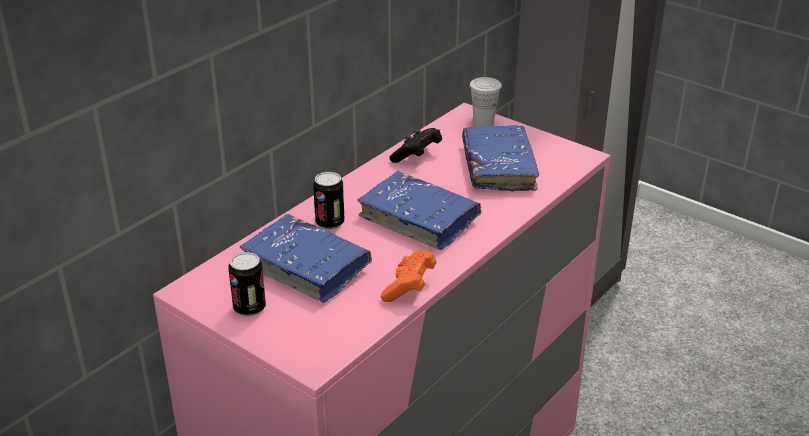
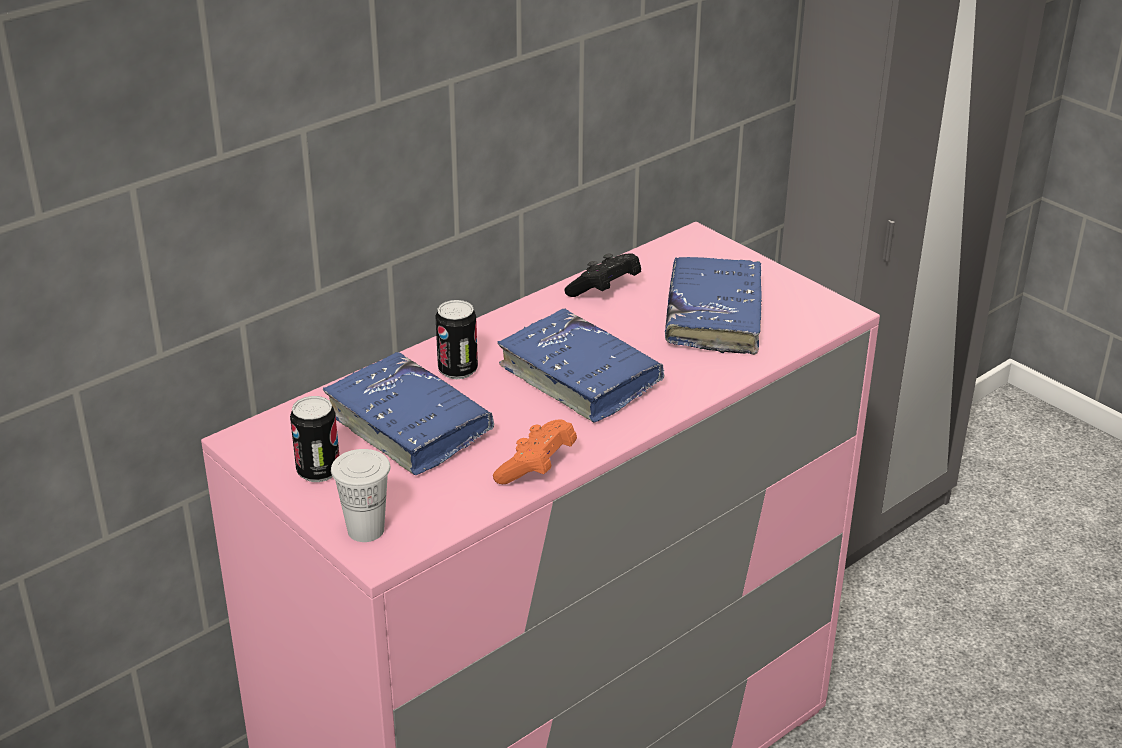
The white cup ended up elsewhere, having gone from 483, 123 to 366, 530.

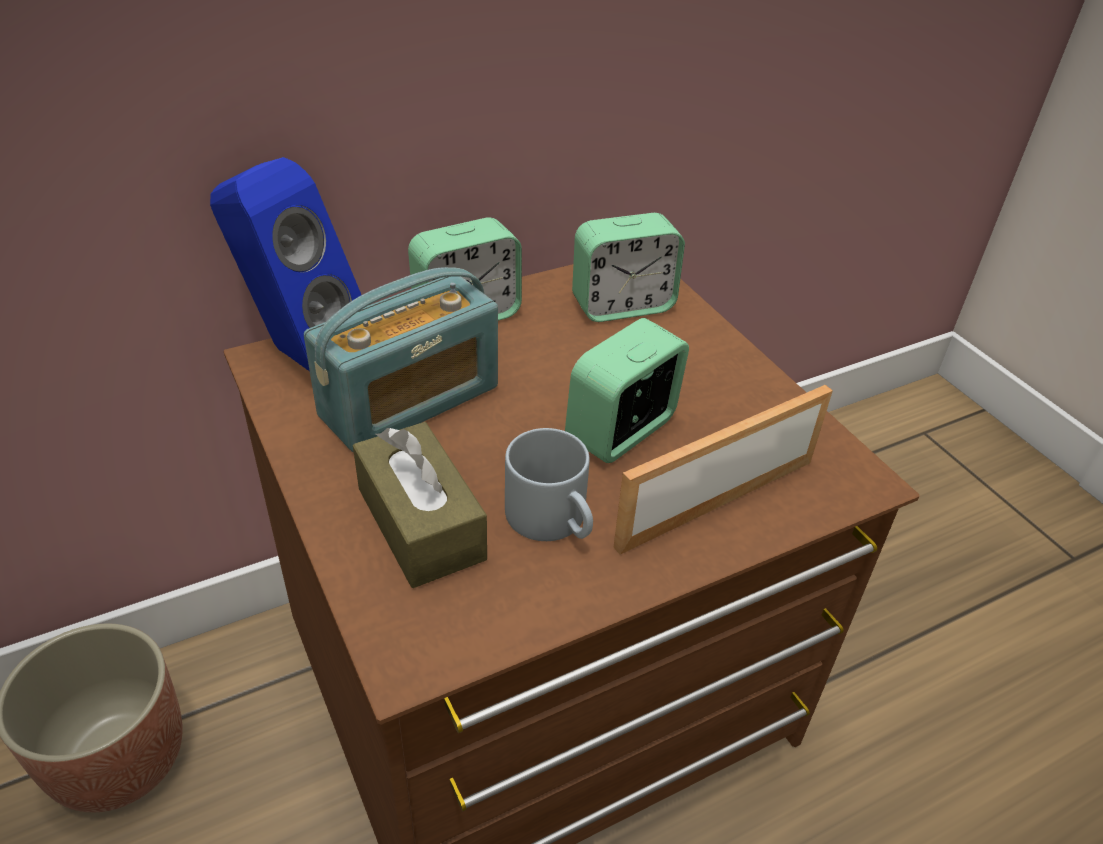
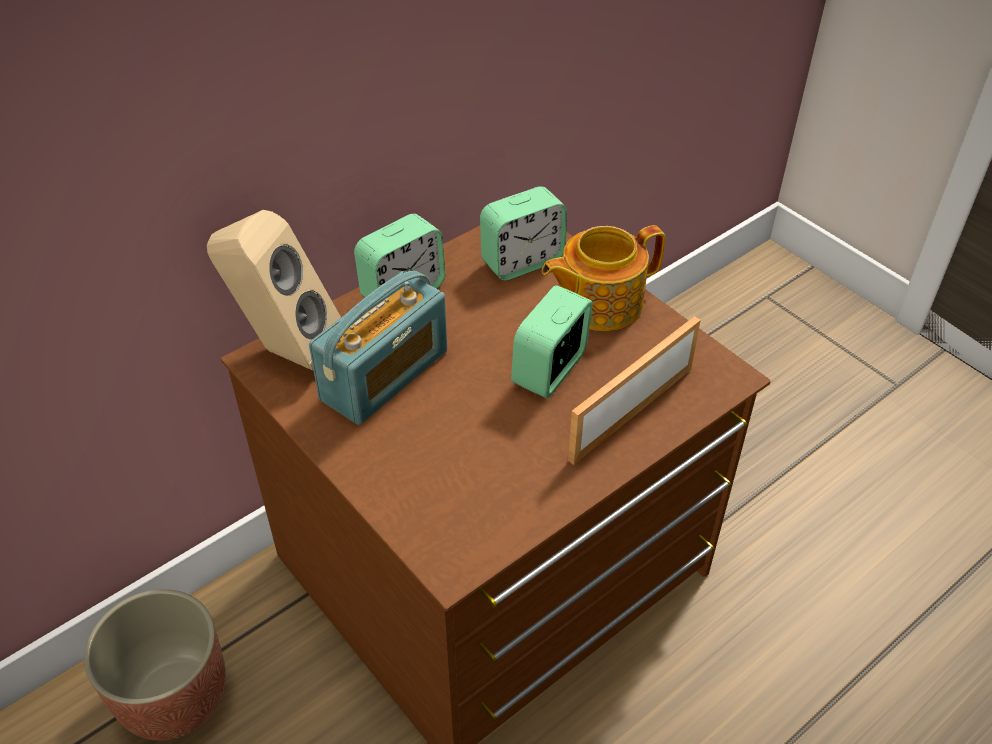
What was the bluish speaker at 300, 354 turned into the beige-coloured speaker at 284, 351. The second view lost the brown-coloured tissue box at 420, 523. The second view lost the greyish tea mug at 554, 520. The second view gained the tea pot at 598, 302.

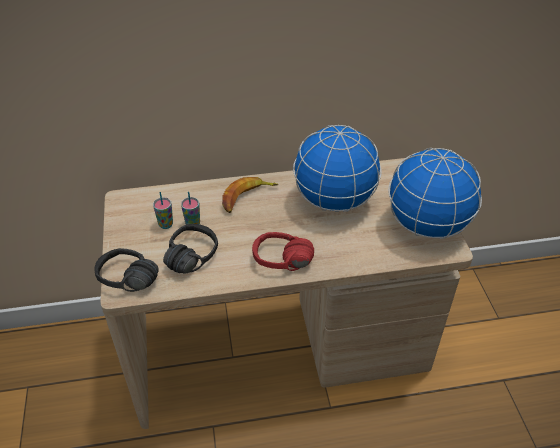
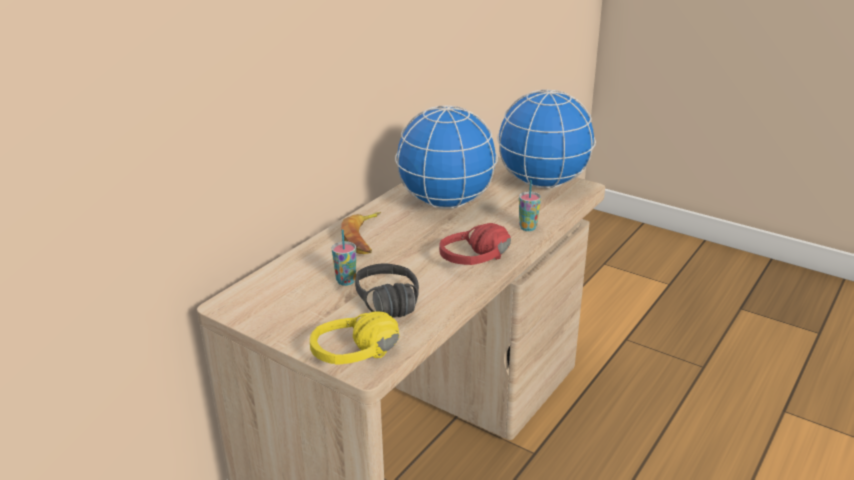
What was the blackish pair of headphones at 124, 285 turned into the yellow pair of headphones at 361, 361. The cup ended up elsewhere, having gone from 166, 224 to 528, 228.

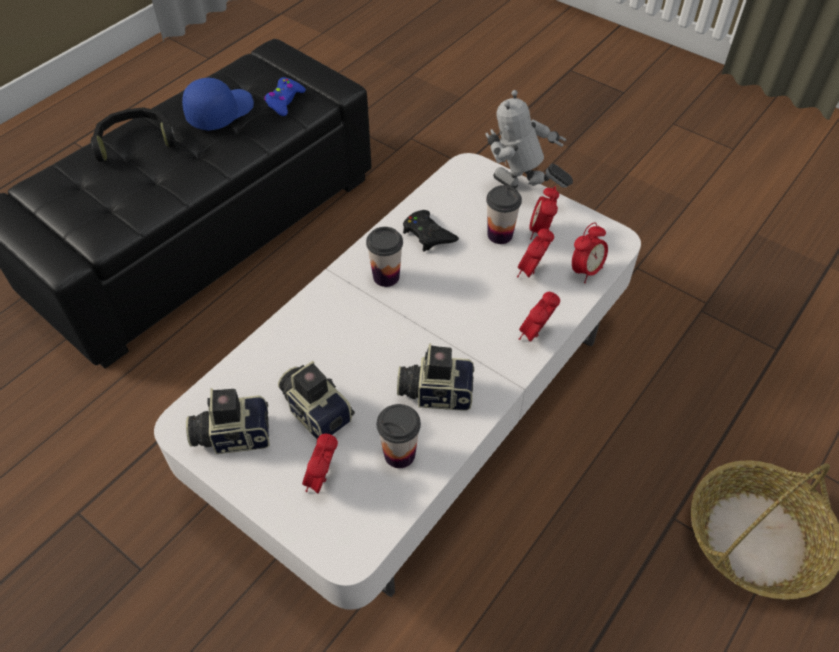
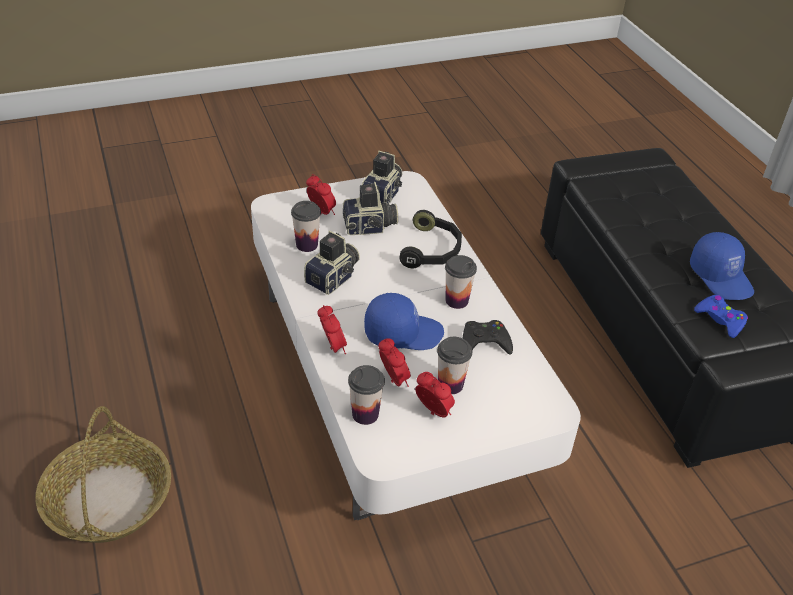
The blackish pair of headphones ended up elsewhere, having gone from 135, 141 to 432, 250. The second view lost the toy robot at 520, 194. Where the bedside clock stood at 586, 271, the cup came to stand at 365, 414. The second view gained the bluish baseball cap at 403, 332.

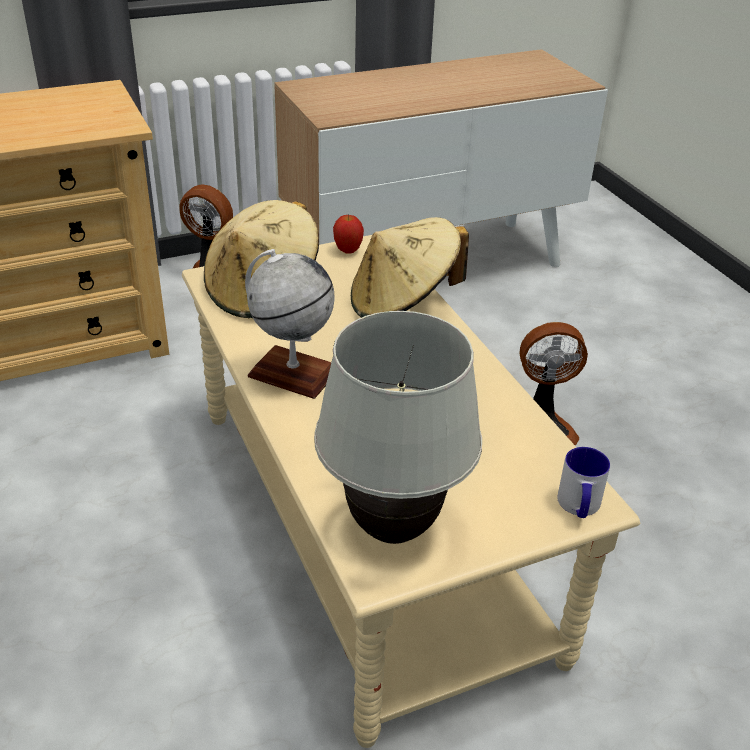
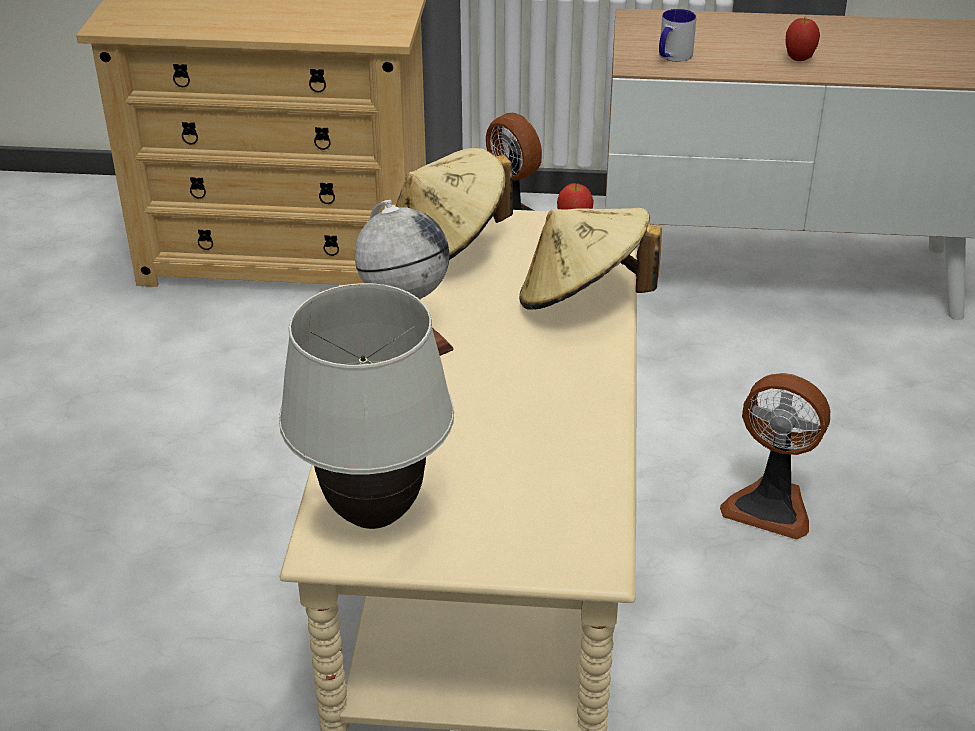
The tea mug ended up elsewhere, having gone from 579, 507 to 672, 57. The second view gained the apple fruit at 799, 59.

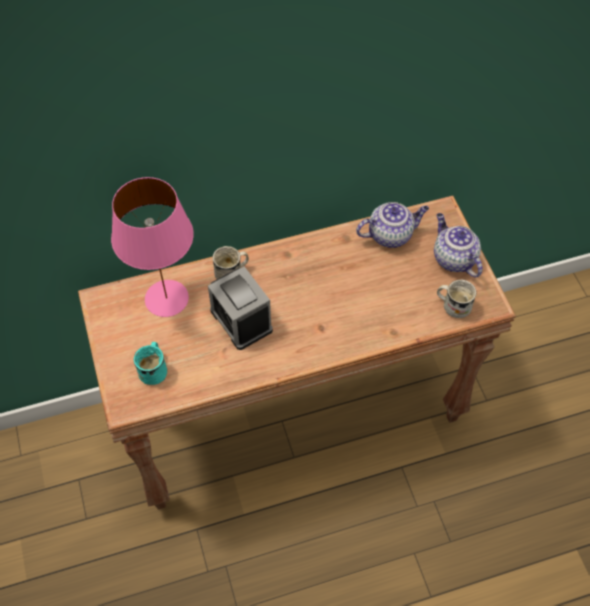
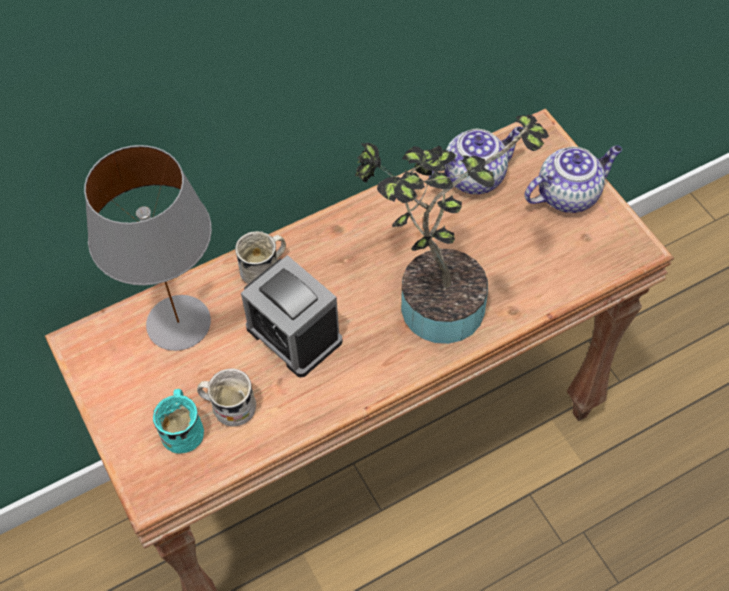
What was the pink-coloured tabletop lamp at 167, 298 turned into the greyish tabletop lamp at 179, 323. The tea pot at 453, 258 ended up facing another way, 105 degrees clockwise from before. The white tea mug ended up elsewhere, having gone from 452, 305 to 228, 406. The second view gained the potted plant at 433, 302.

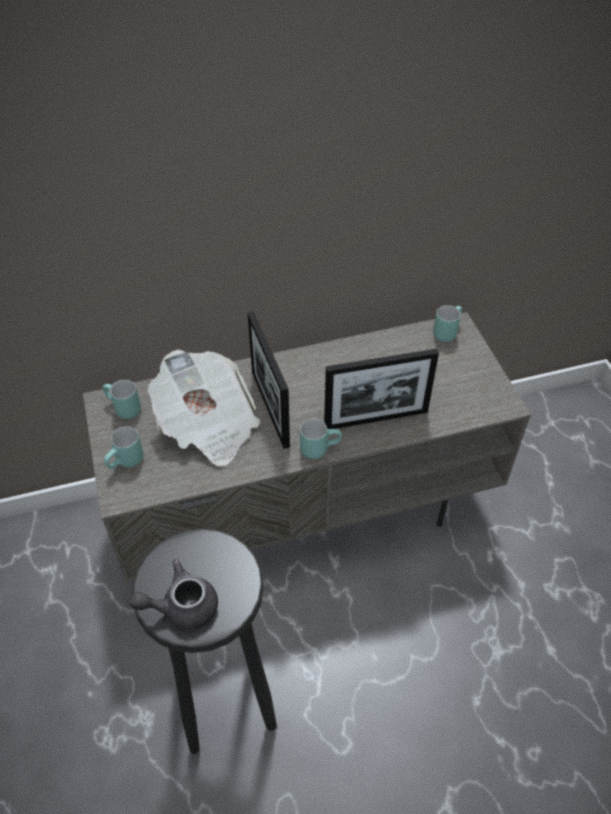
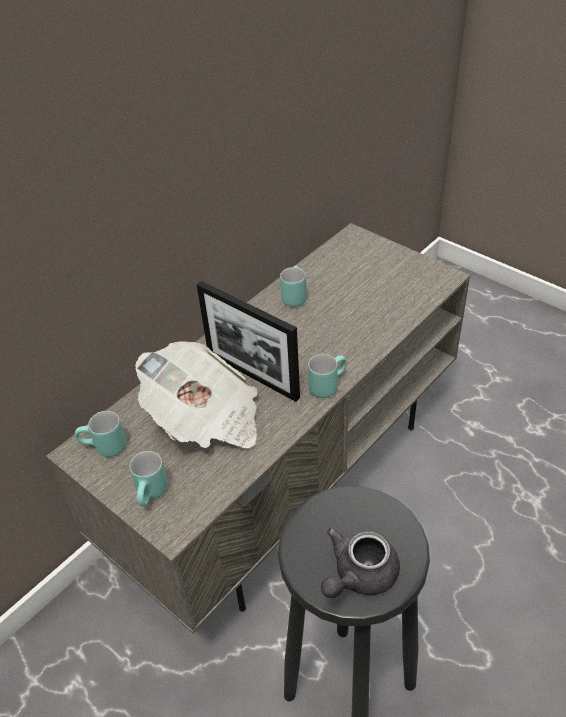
The second view lost the photo frame at 376, 419. The turquoise tea mug ended up elsewhere, having gone from 446, 331 to 293, 296.

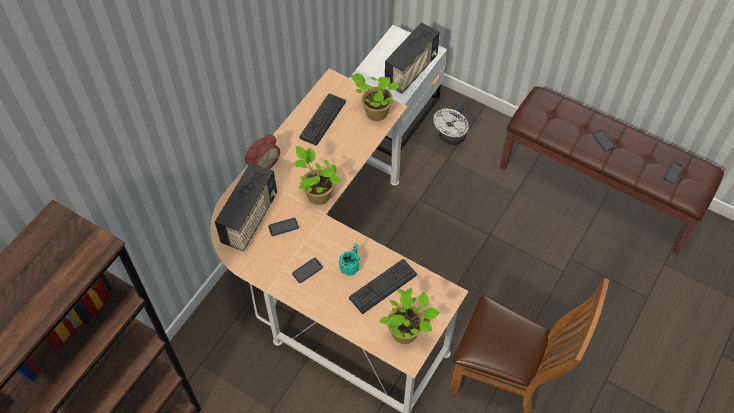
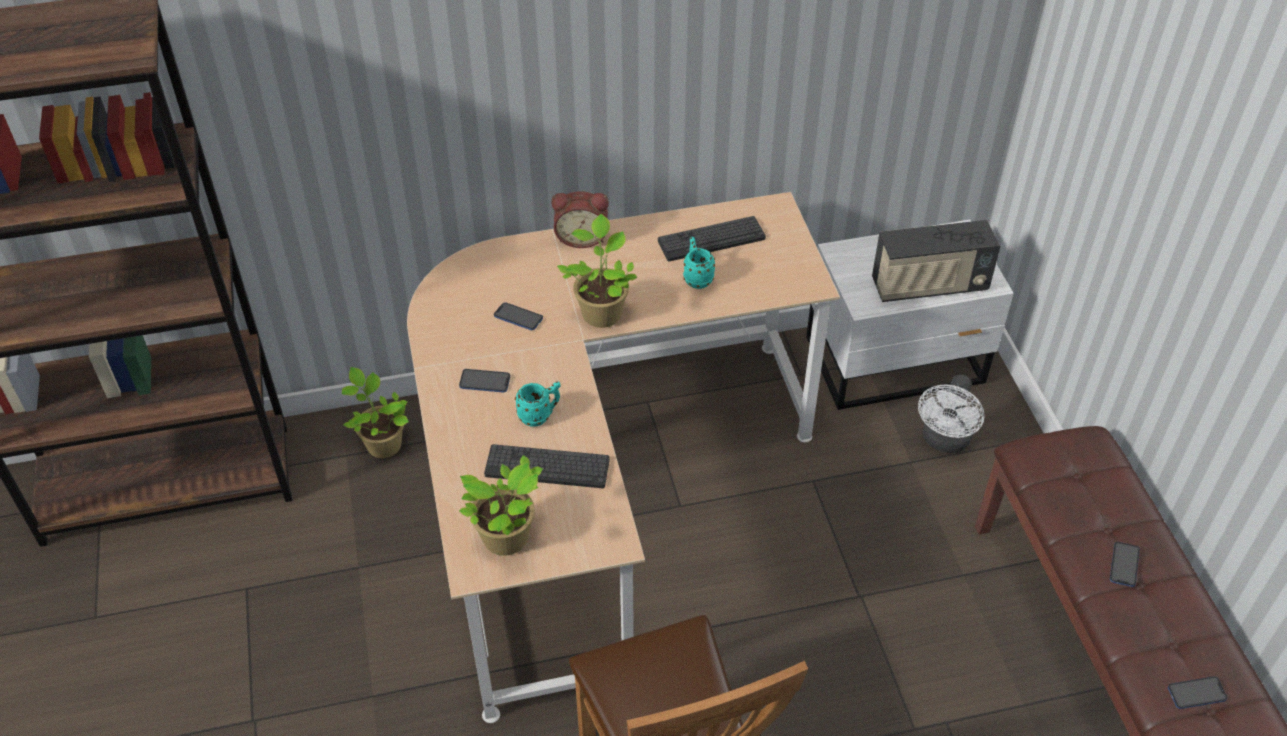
The second view lost the radio receiver at 250, 219. The potted plant ended up elsewhere, having gone from 374, 112 to 382, 443. The white electric fan at 451, 138 ended up facing another way, 45 degrees counterclockwise from before. The second view gained the turquoise tea mug at 696, 277.

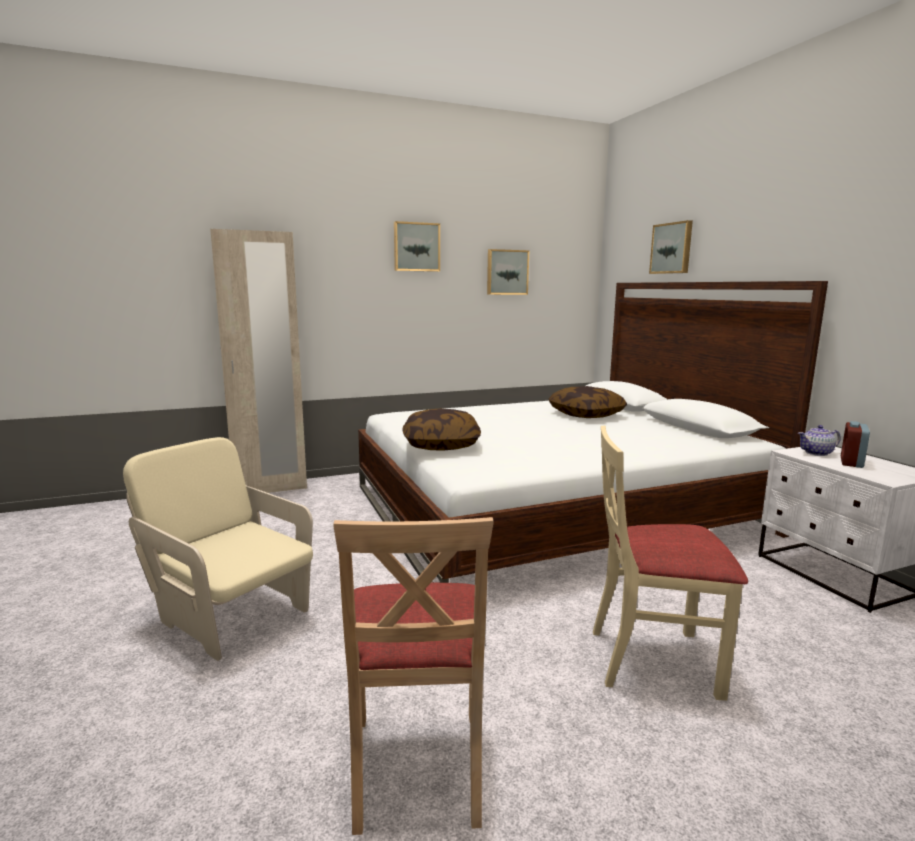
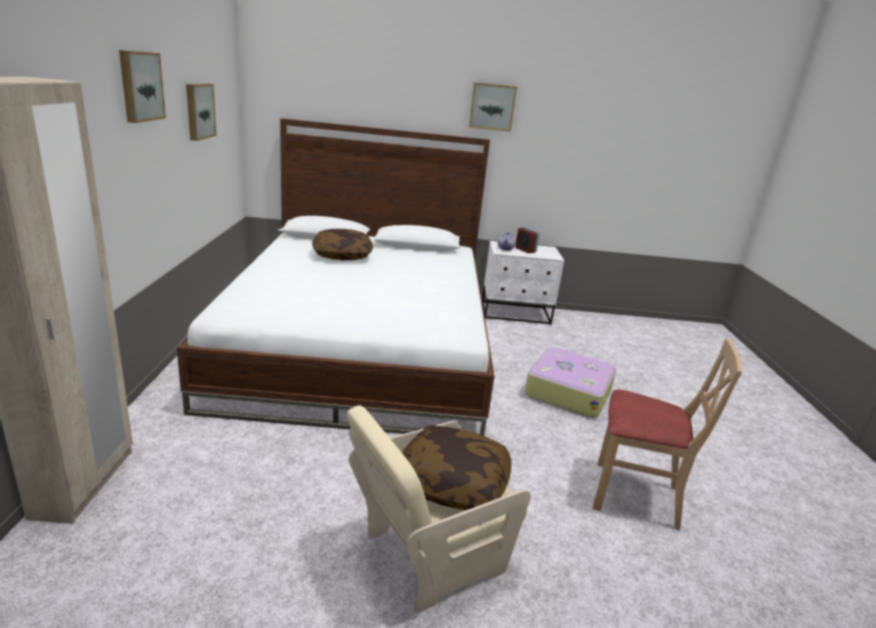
The pillow ended up elsewhere, having gone from 441, 445 to 452, 482. Where the beige-coloured chair stood at 653, 660, the piece of luggage came to stand at 568, 392. The wall art ended up elsewhere, having gone from 672, 248 to 492, 107.

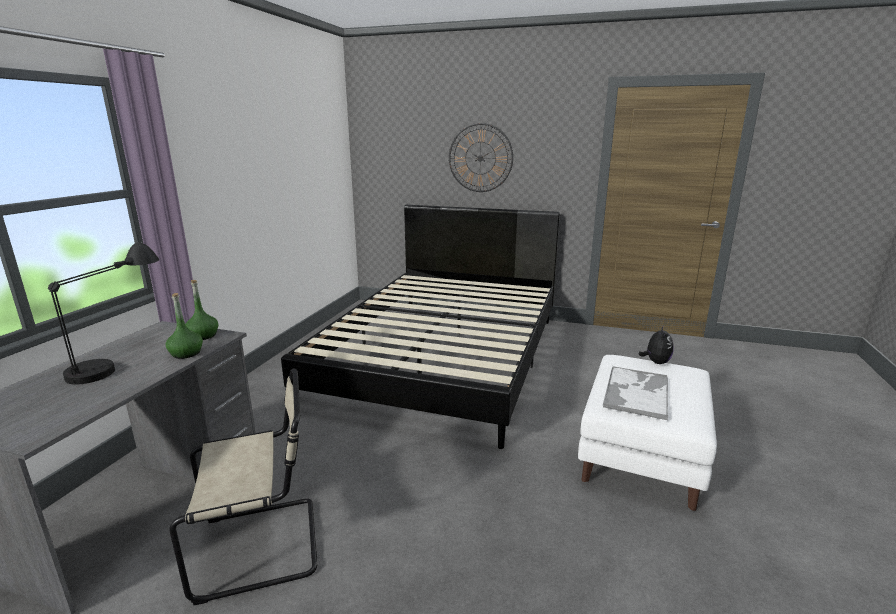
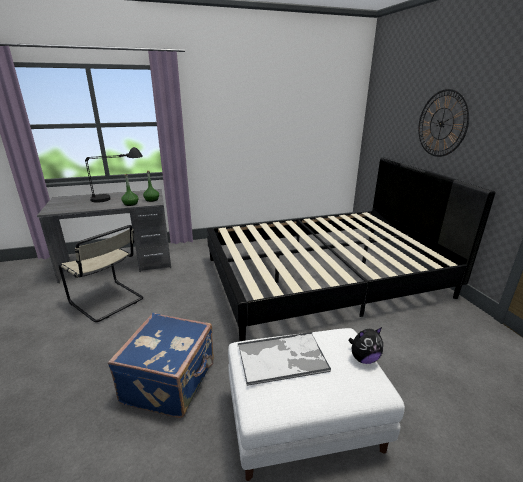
The second view gained the bluish piece of luggage at 171, 381.

